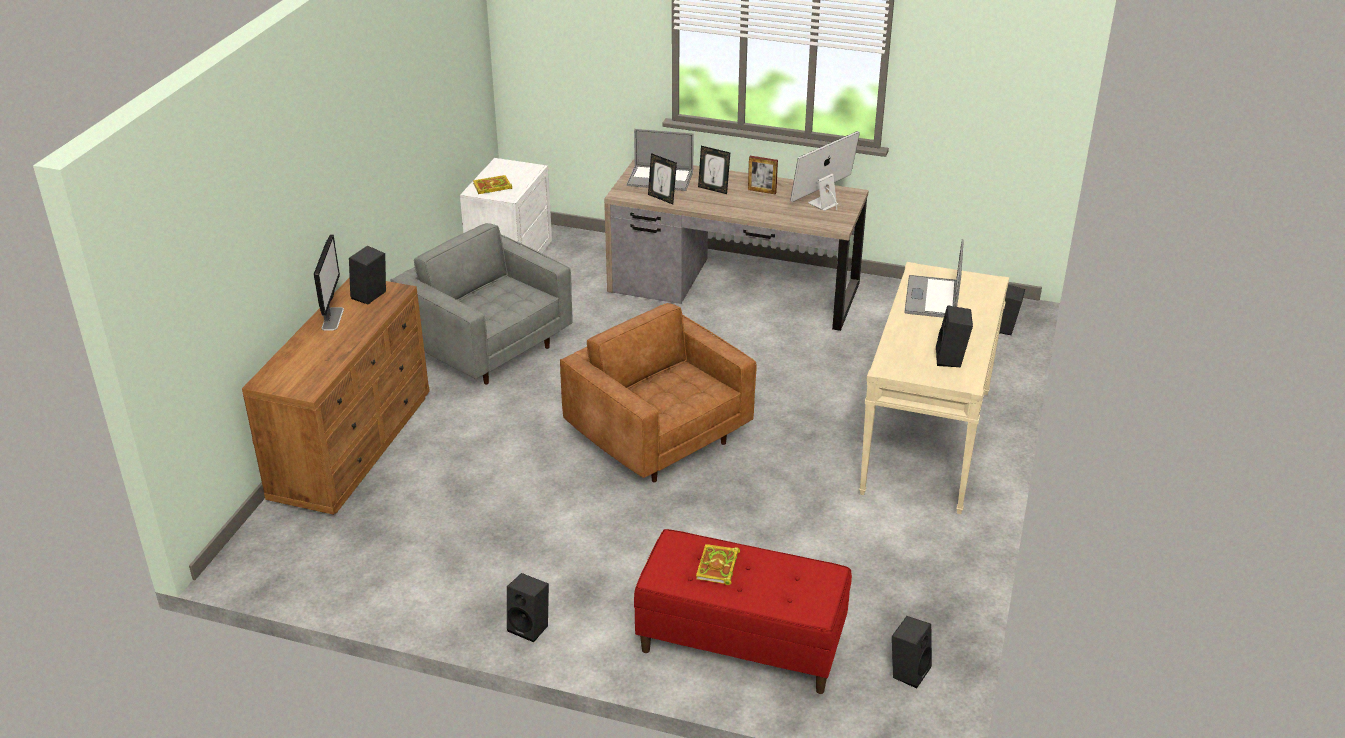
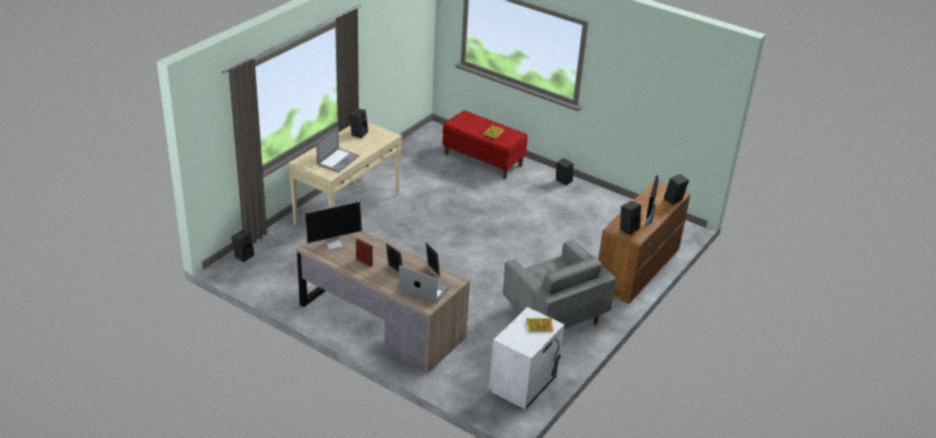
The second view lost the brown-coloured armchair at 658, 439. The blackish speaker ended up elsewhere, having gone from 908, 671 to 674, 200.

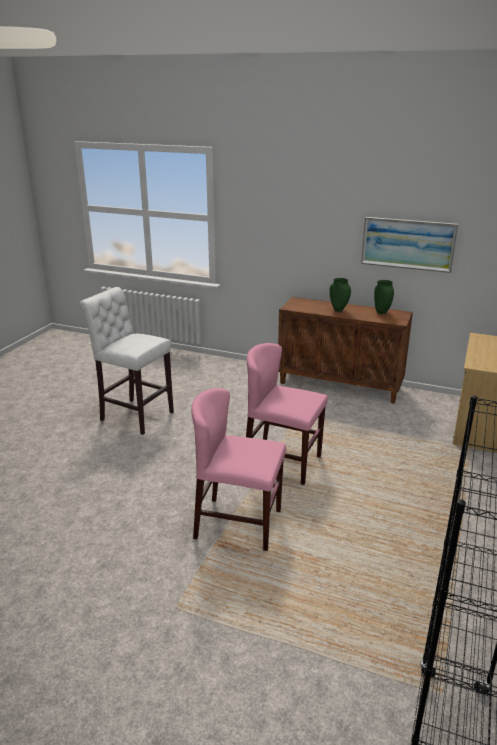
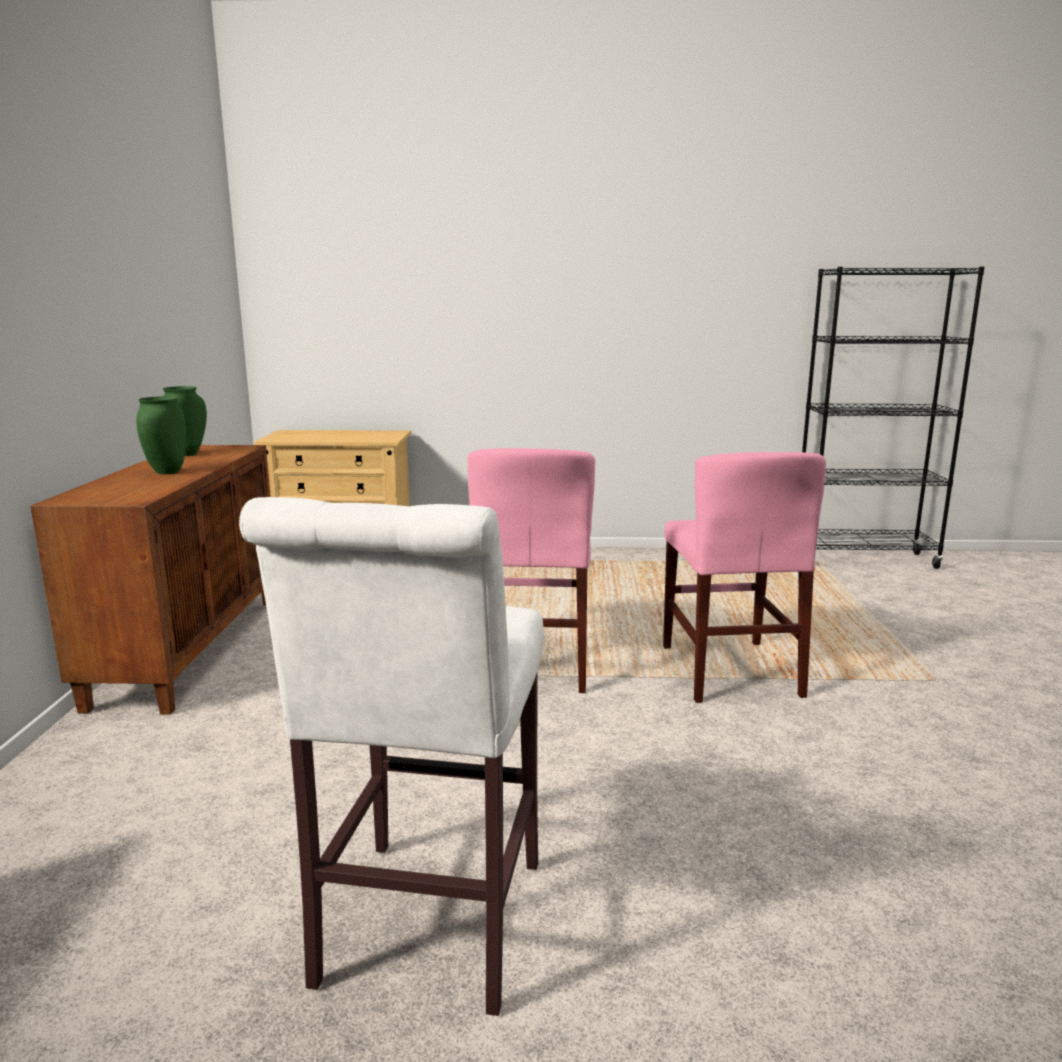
The second view lost the wall art at 408, 244.

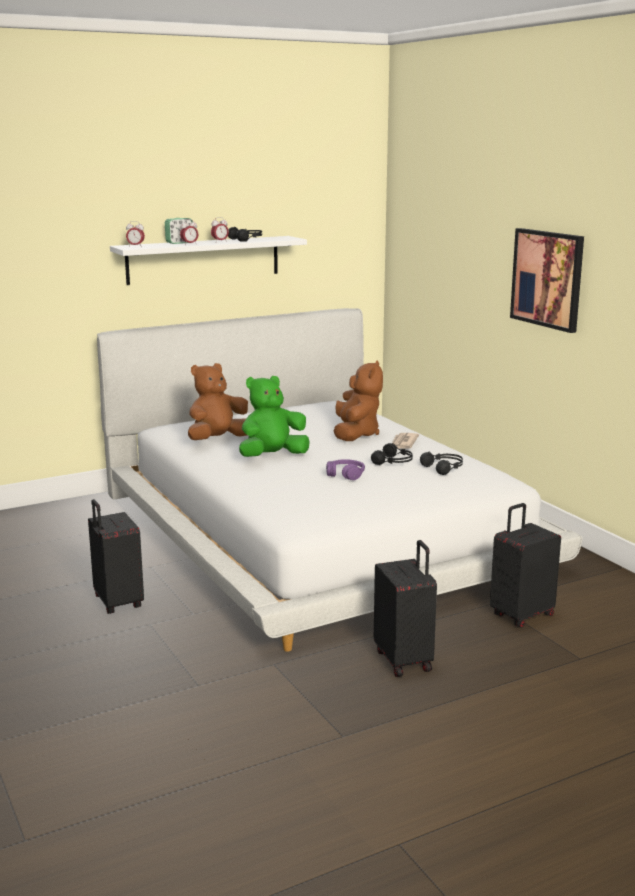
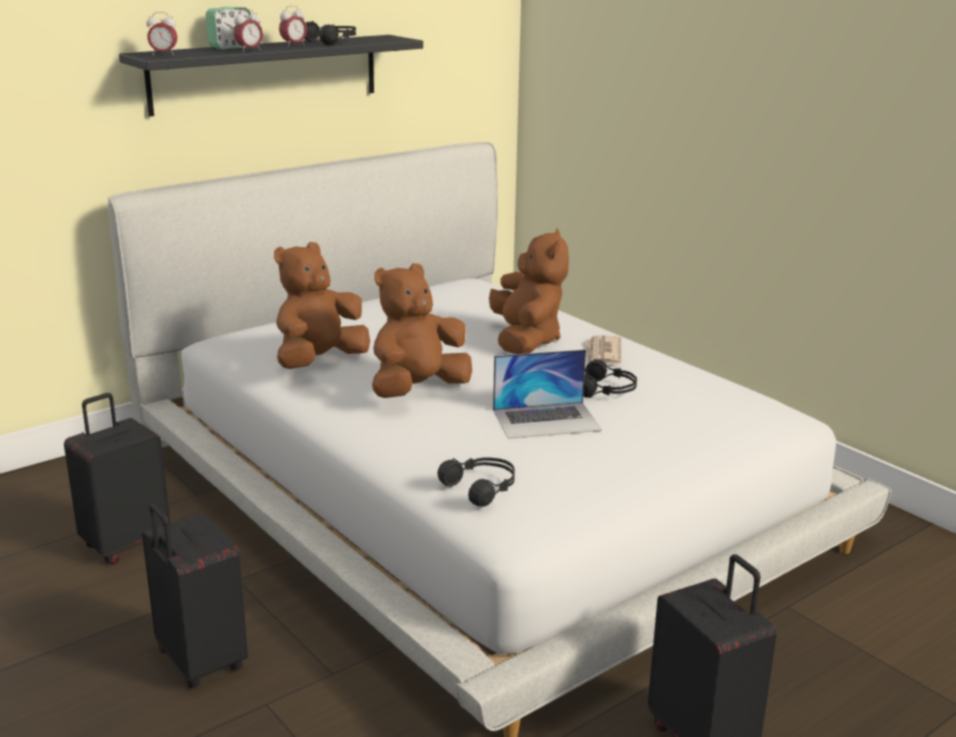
What was the white wall shelf at 203, 259 turned into the blackish wall shelf at 266, 73. What was the green cuddly toy at 272, 456 turned into the brown-coloured cuddly toy at 417, 390. Where the purple-coloured pair of headphones stood at 345, 475, the notebook computer came to stand at 546, 420. The blackish pair of headphones ended up elsewhere, having gone from 444, 468 to 482, 488. The blackish piece of luggage ended up elsewhere, having gone from 521, 615 to 126, 544. The second view lost the wall art at 547, 279.

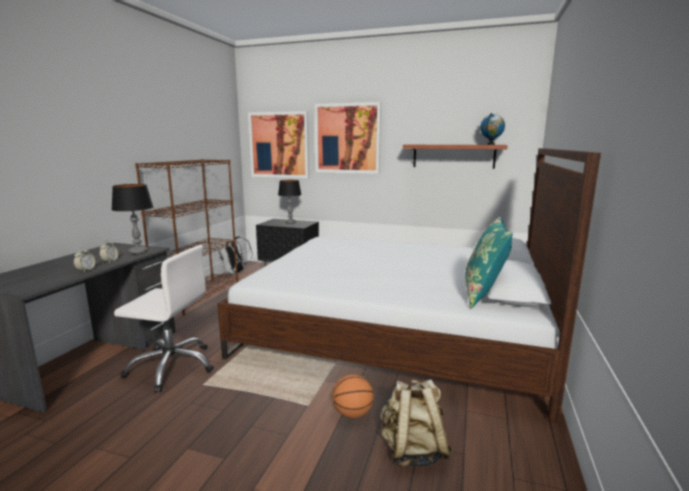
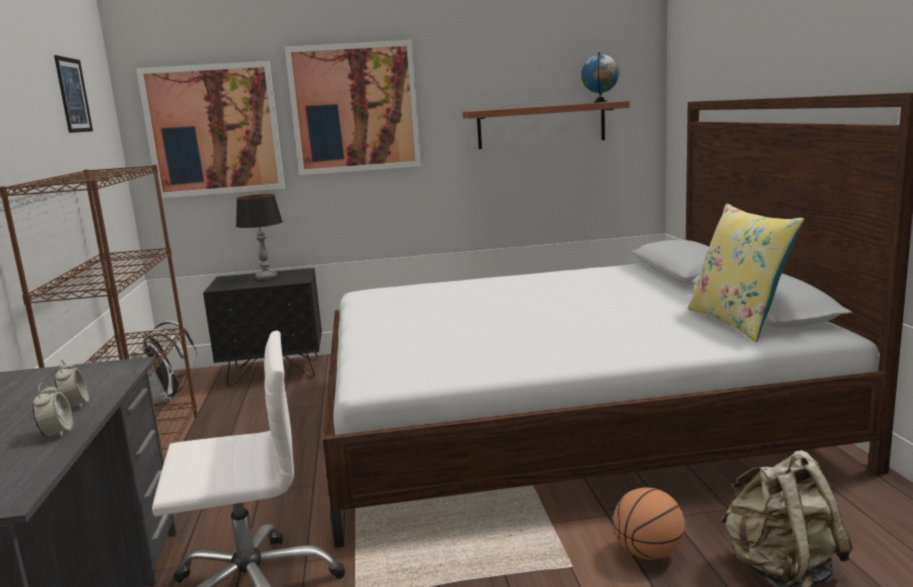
The second view lost the tabletop lamp at 138, 252. What was the turquoise pillow at 483, 294 turned into the yellow pillow at 738, 322. The second view gained the wall art at 73, 95.

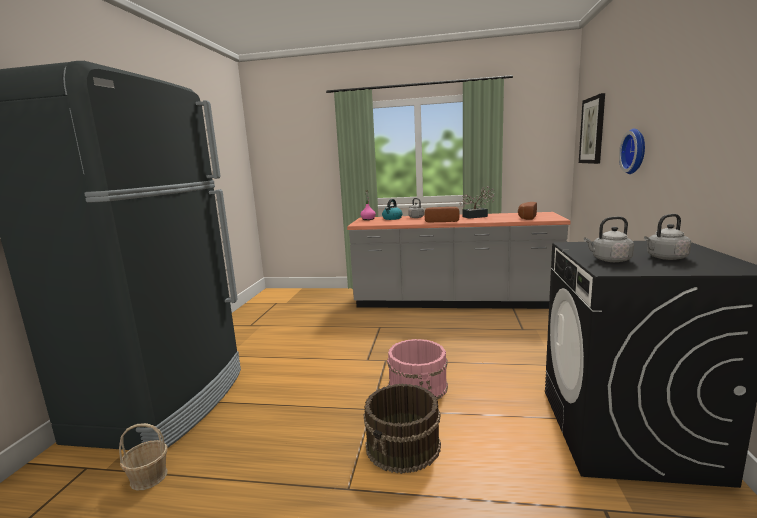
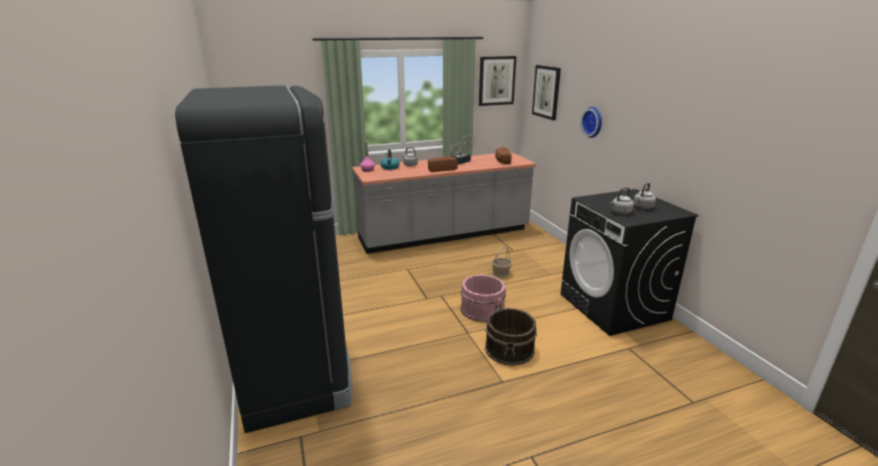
The household basket ended up elsewhere, having gone from 148, 477 to 500, 274. The second view gained the wall art at 496, 80.

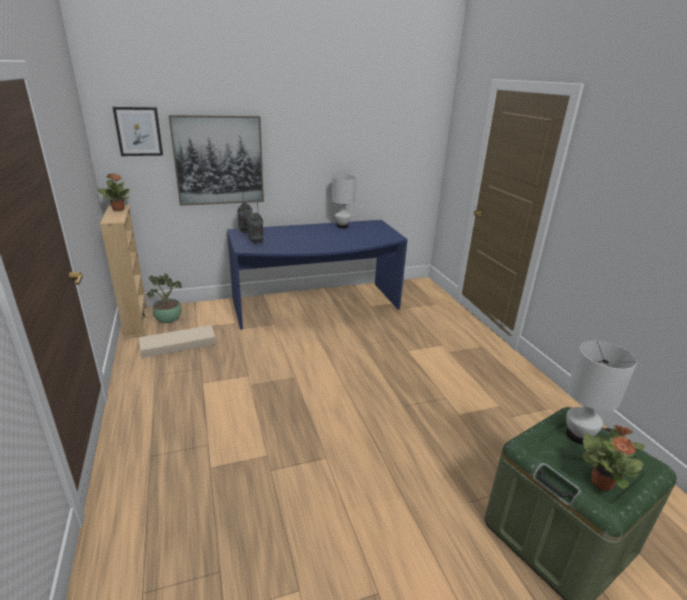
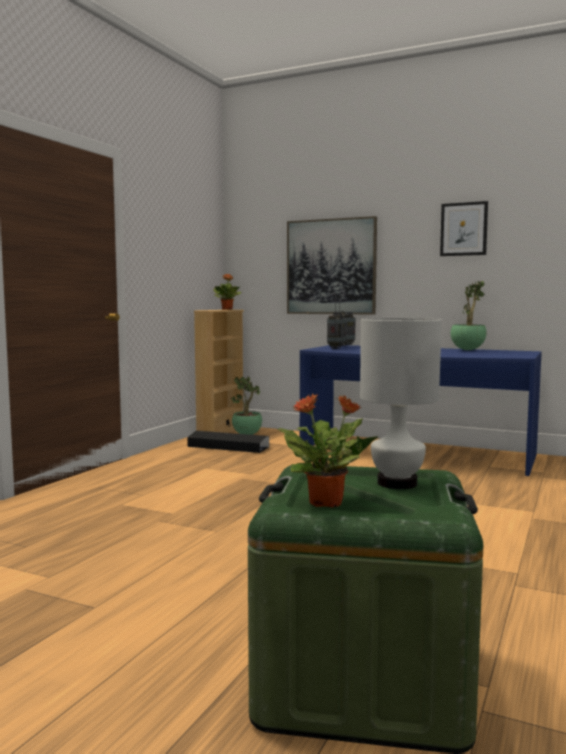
The wall art ended up elsewhere, having gone from 138, 131 to 463, 229. What was the beige-coloured storage container at 178, 345 turned into the blackish storage container at 228, 447. Where the white tabletop lamp stood at 342, 226, the potted plant came to stand at 468, 350.

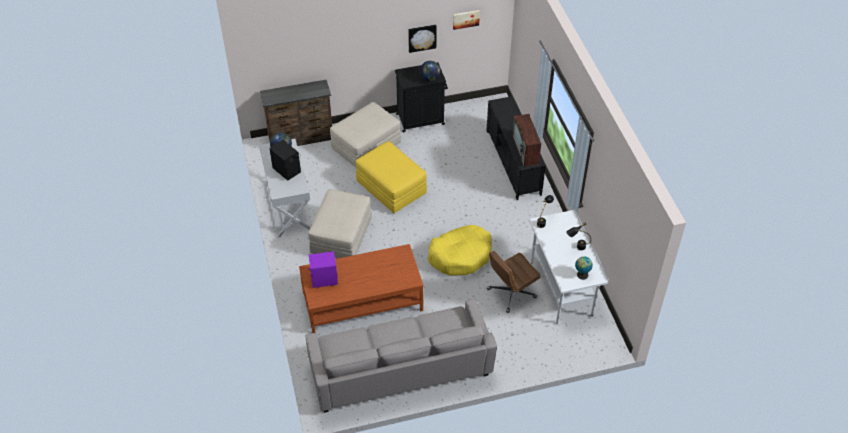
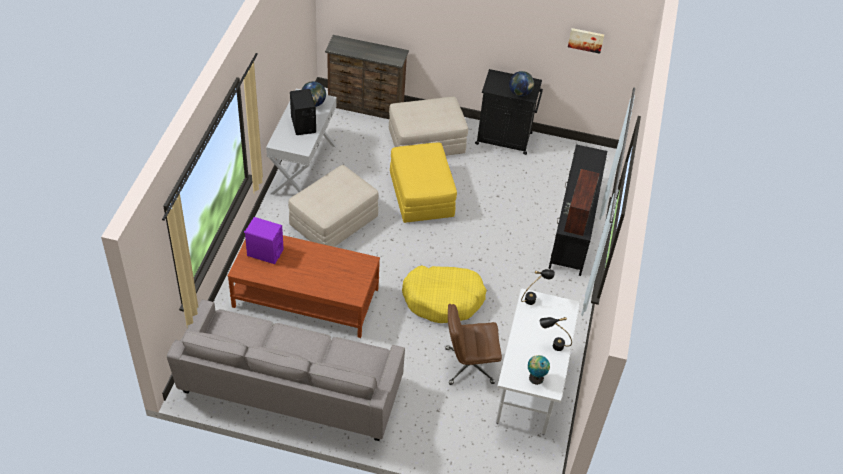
The second view lost the wall art at 422, 37.

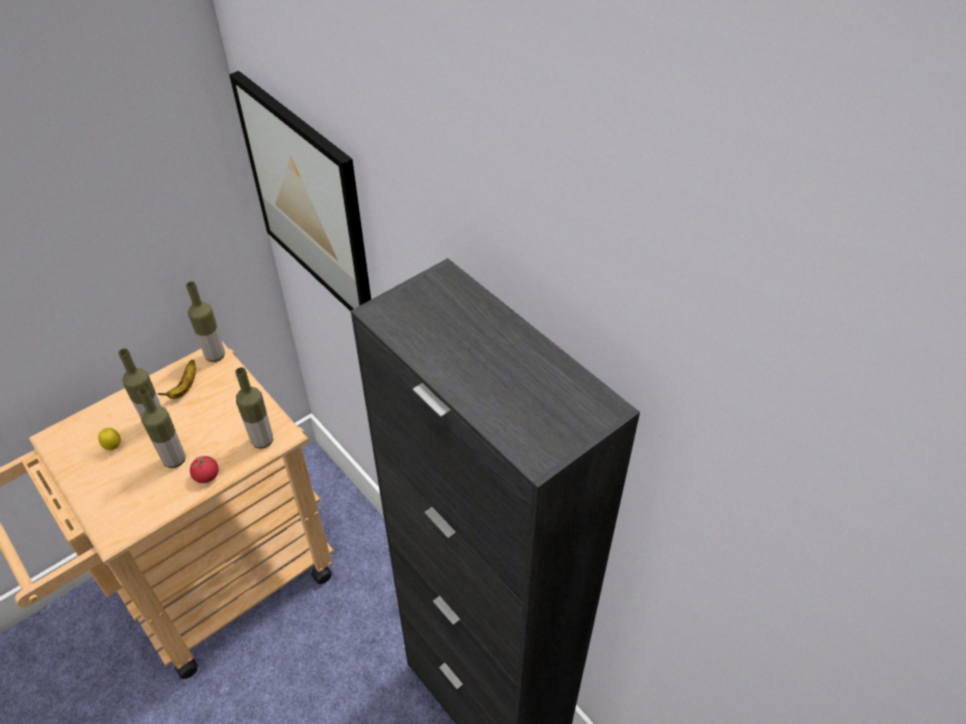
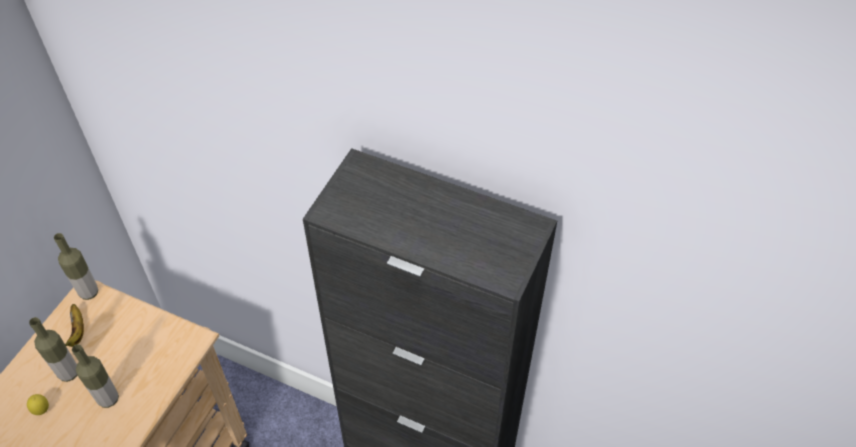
The second view lost the fresh tomato at 206, 476. The second view lost the wall art at 308, 199. The second view lost the beverage bottle at 262, 441.

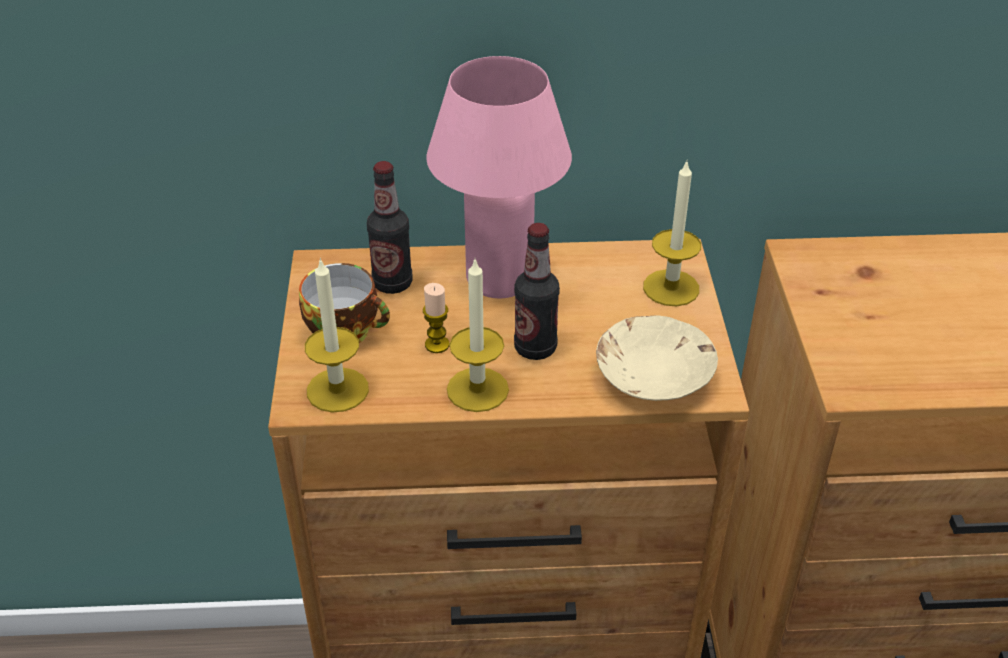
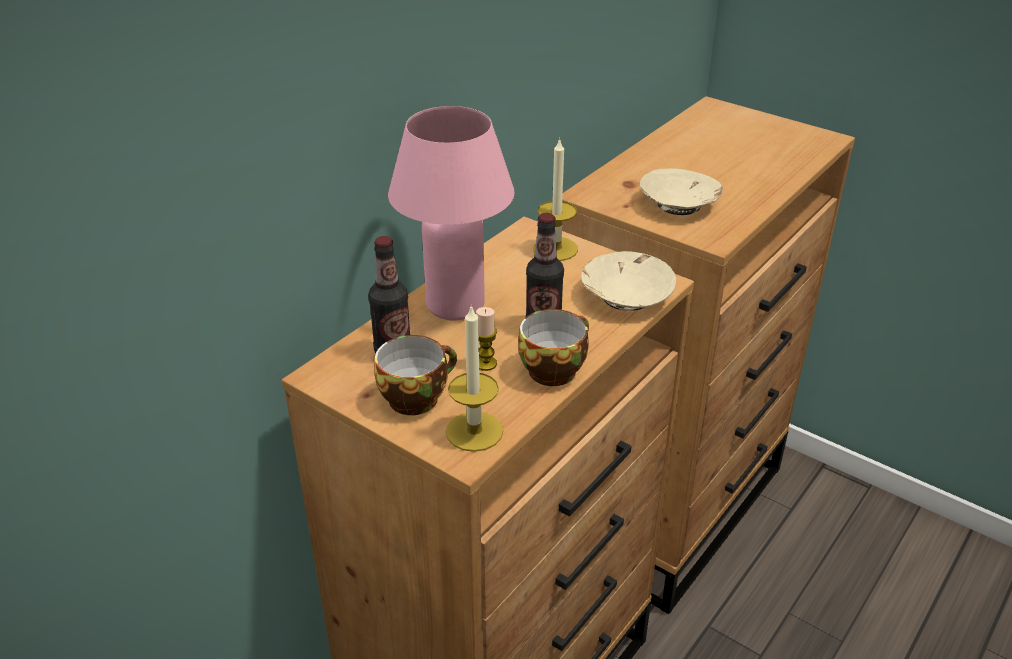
Where the wax light stood at 477, 389, the cup came to stand at 553, 369. The second view gained the beige-coloured deep dish at 678, 204.

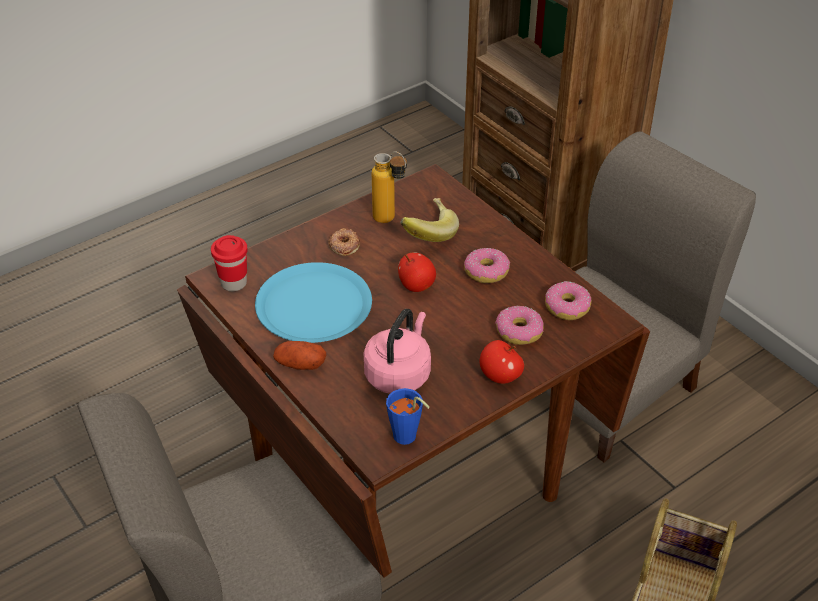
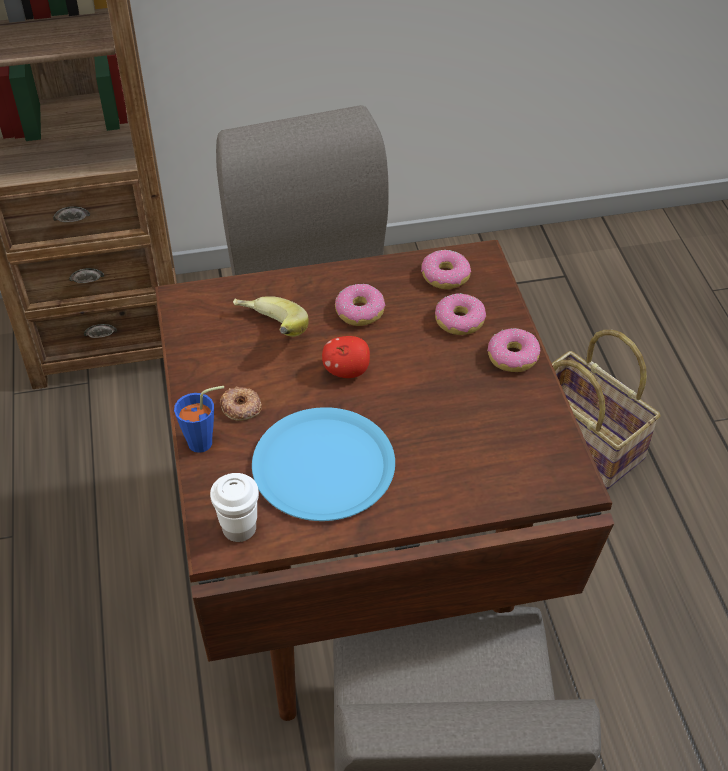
What was the red cup at 234, 283 turned into the white cup at 239, 529. The second view lost the potato at 300, 364. The second view lost the pink-coloured kettle at 399, 374. The second view lost the beverage bottle at 390, 221. The bluish cup ended up elsewhere, having gone from 408, 439 to 206, 442. Where the apple fruit stood at 500, 376, the ring doughnut came to stand at 512, 357.

